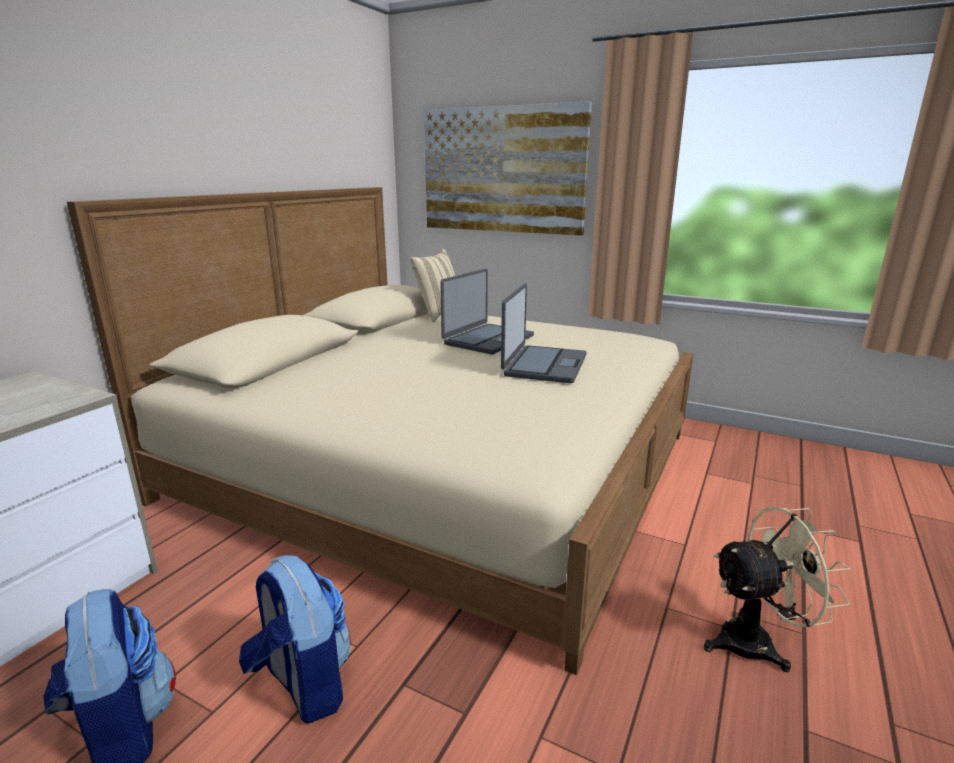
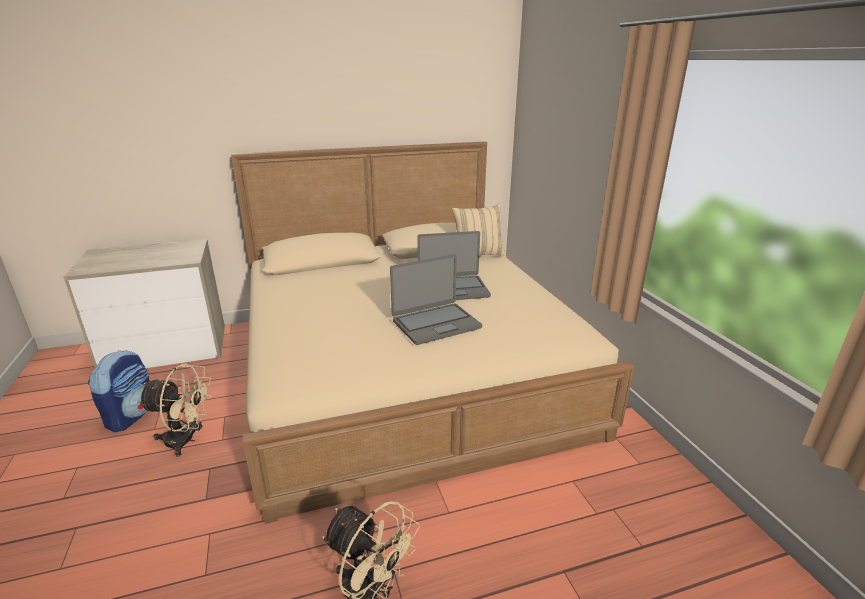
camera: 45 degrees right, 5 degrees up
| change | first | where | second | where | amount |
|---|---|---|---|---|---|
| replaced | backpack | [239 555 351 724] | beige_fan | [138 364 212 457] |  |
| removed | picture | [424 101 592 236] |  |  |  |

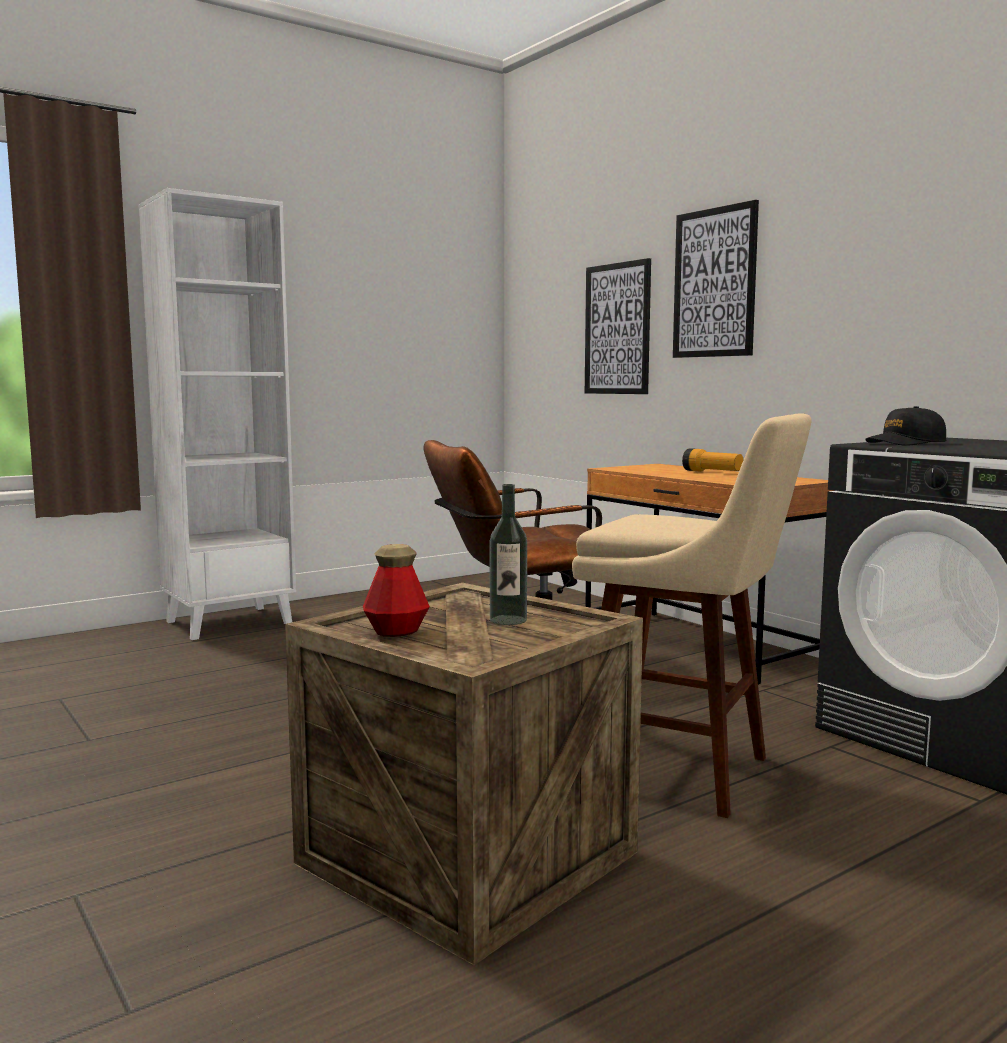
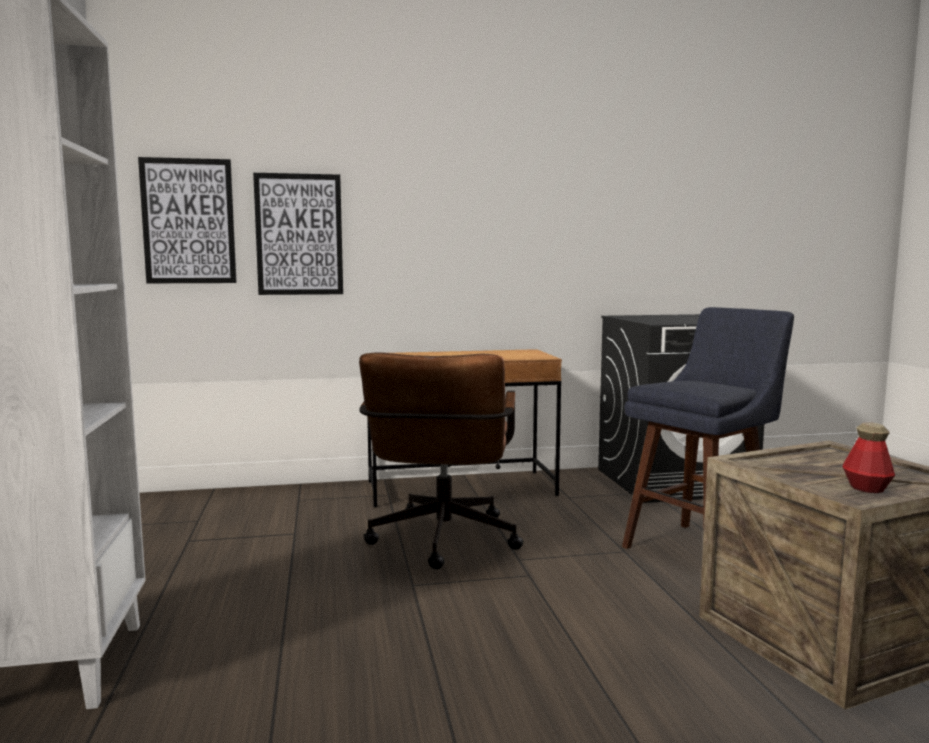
camera: 65 degrees left, 0 degrees up
| change | first | where | second | where | amount |
|---|---|---|---|---|---|
| removed | bottle | [490 484 527 625] |  |  |  |
| recoloured | beige_stool | [572 413 812 818] | blue_stool | [622 307 794 549] |  |
| moved | picture | [673 200 759 358] |  | [138 157 237 283] |  |
| removed | flashlight | [682 448 743 471] |  |  |  |
| removed | black_cap | [865 406 946 446] |  |  |  |

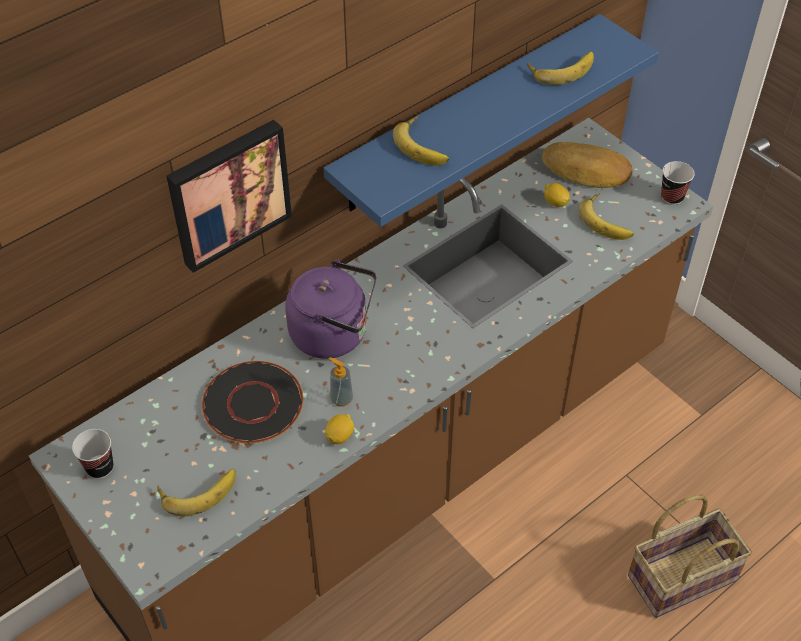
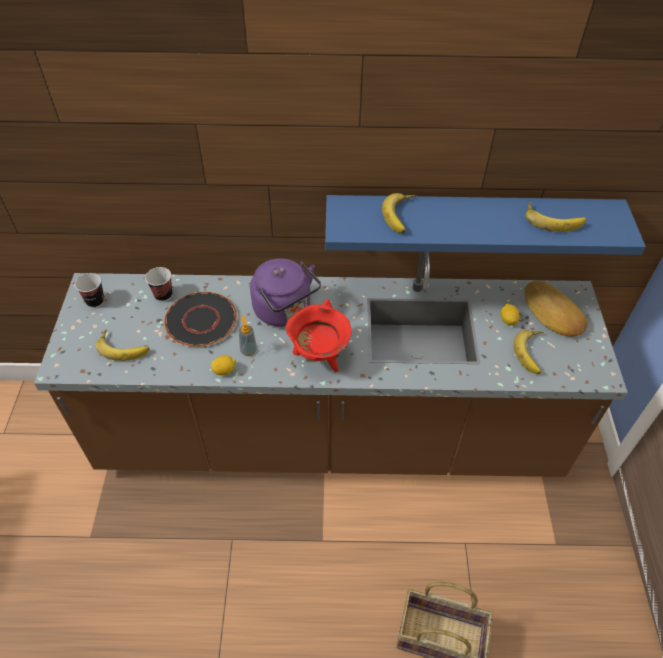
camera: 40 degrees right, 0 degrees up
| change | first | where | second | where | amount |
|---|---|---|---|---|---|
| removed | picture | [166 120 292 273] |  |  |  |
| moved | cup | [661 161 694 205] |  | [145 267 173 302] |  |
| added |  |  | red_cooking_pot | [285 299 352 372] |  |

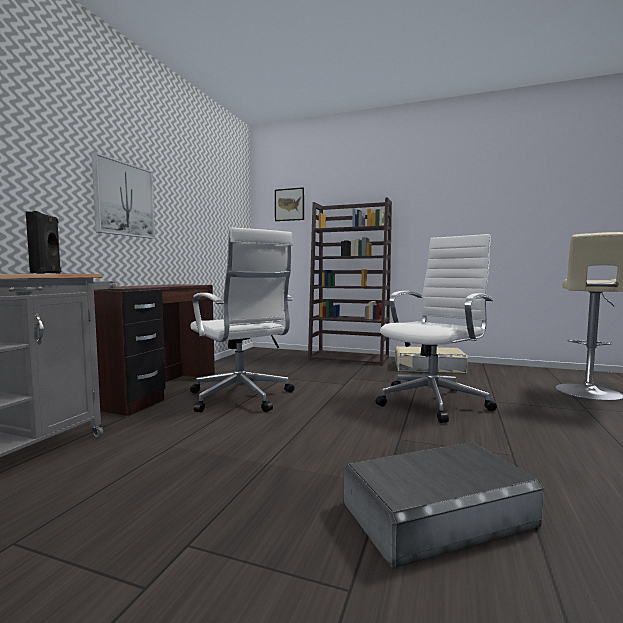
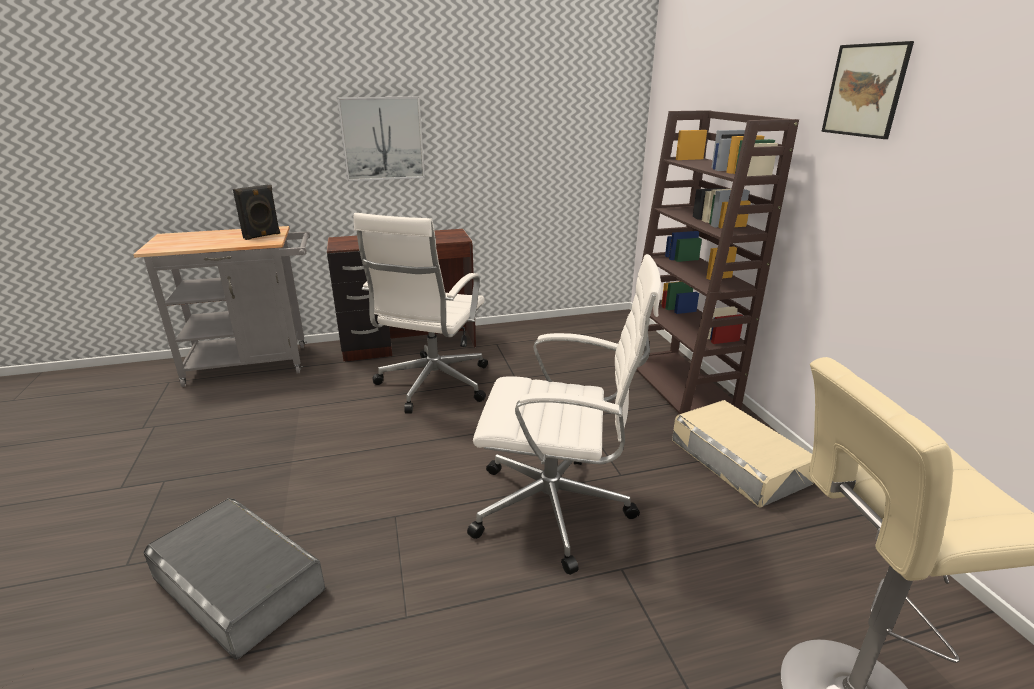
camera: 55 degrees right, 20 degrees up
| change | first | where | second | where | amount |
|---|---|---|---|---|---|
| moved | picture | [275 187 304 221] |  | [821 41 914 139] |  |

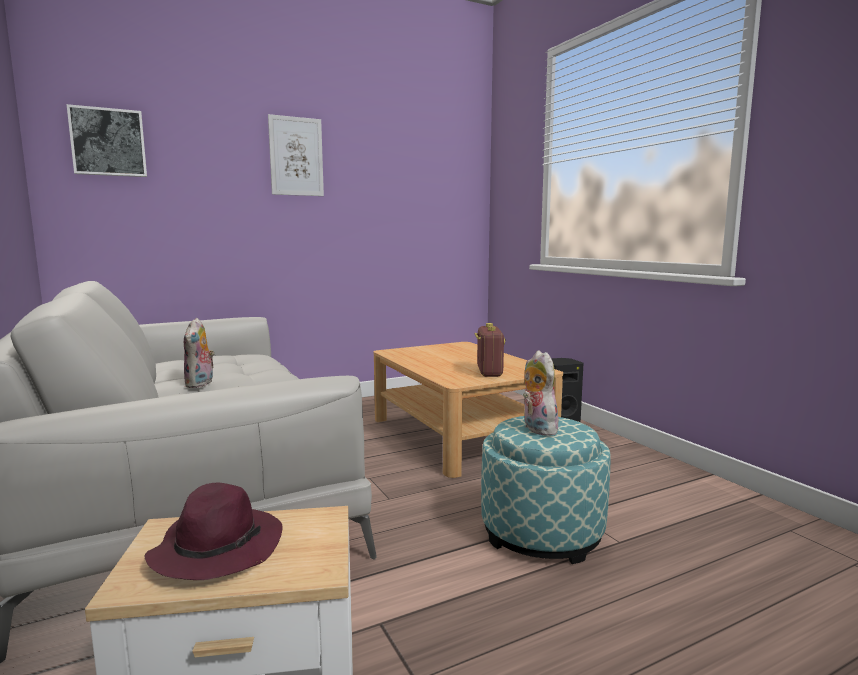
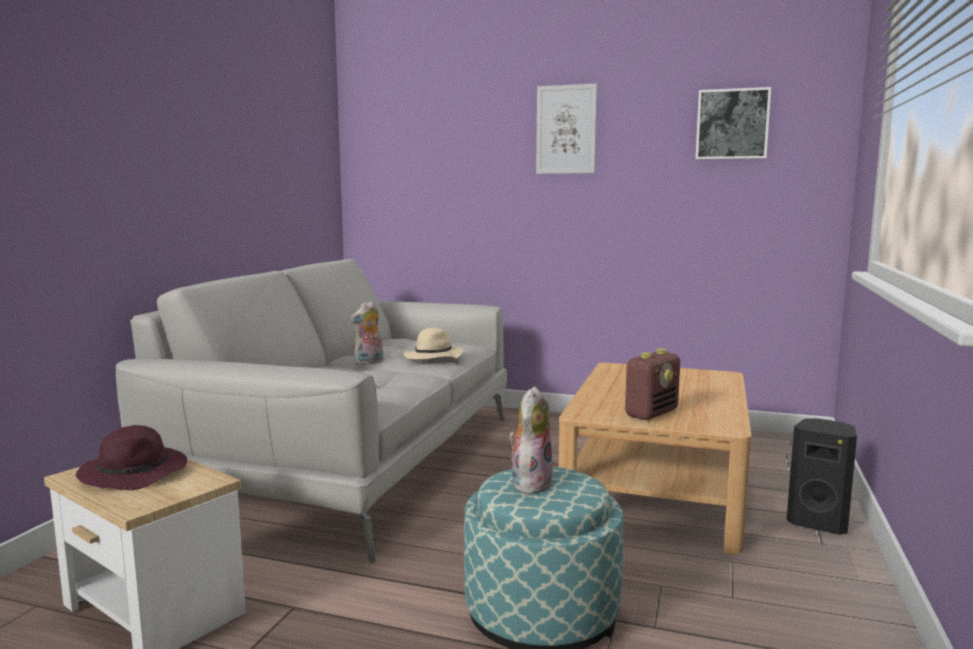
camera: 45 degrees right, 0 degrees up
| change | first | where | second | where | amount |
|---|---|---|---|---|---|
| moved | picture | [66 104 147 177] |  | [695 87 771 160] |  |
| added |  |  | beige_hat | [404 327 463 359] |  |

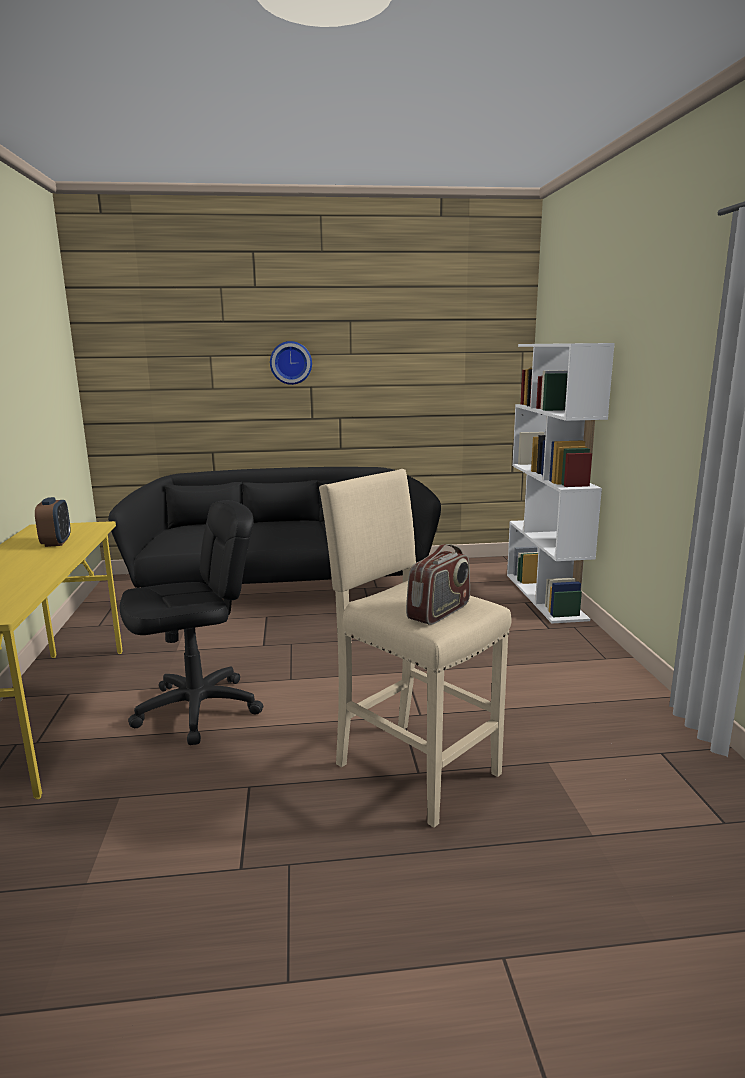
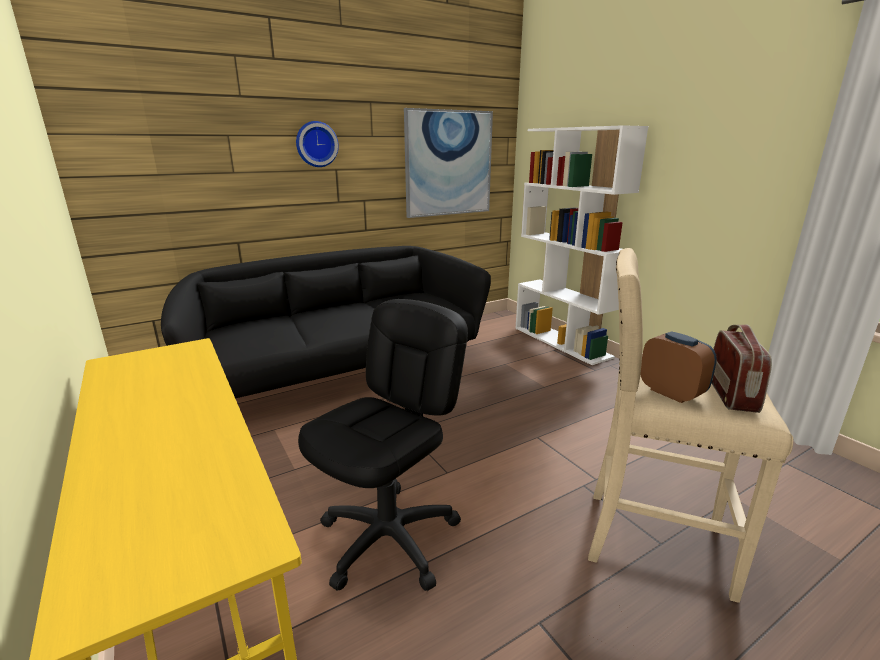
camera: 25 degrees left, 5 degrees up
| change | first | where | second | where | amount |
|---|---|---|---|---|---|
| moved | alarm_clock | [35 497 71 547] |  | [640 331 717 403] |  |
| added |  |  | picture | [404 108 493 218] |  |

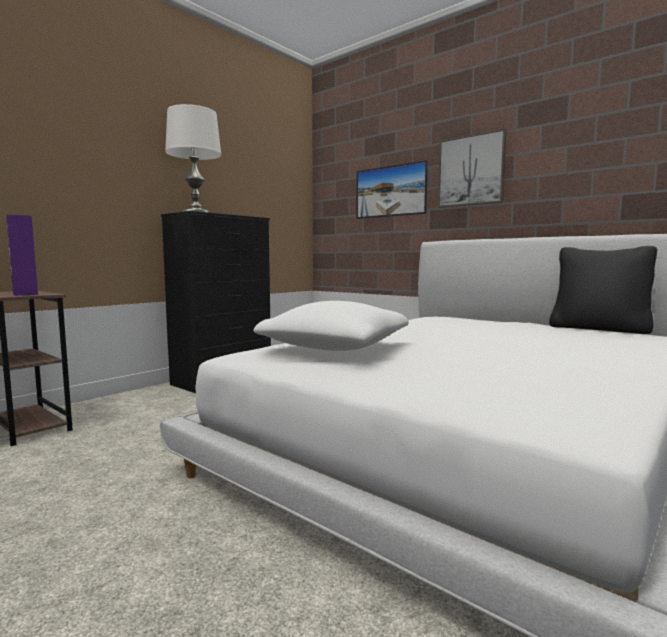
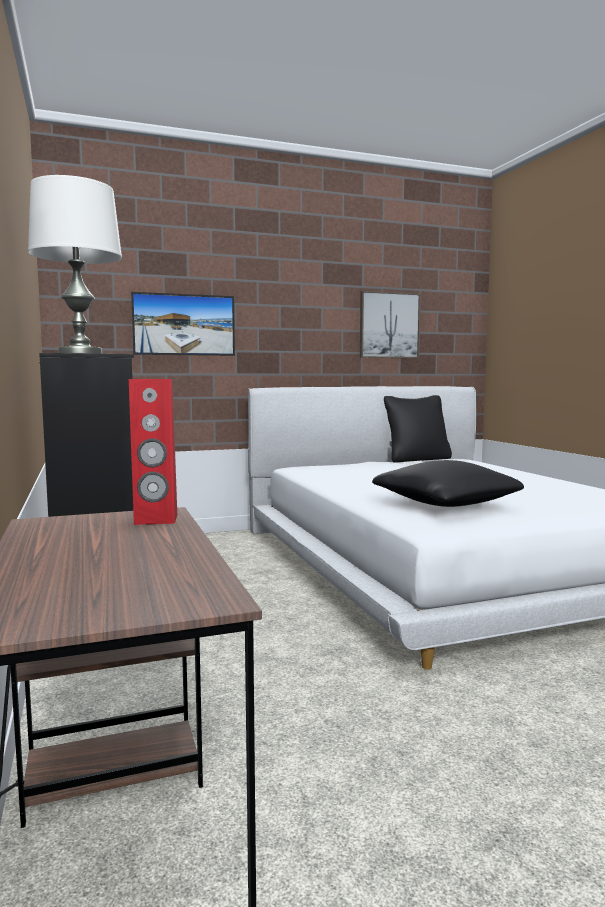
camera: 60 degrees left, 0 degrees up
| change | first | where | second | where | amount |
|---|---|---|---|---|---|
| recoloured | purple_speaker | [6 215 38 296] | red_speaker | [129 379 177 525] |  |
| recoloured | white_pillow | [253 301 409 351] | black_pillow | [372 460 524 507] |  |
| moved | picture | [438 129 507 208] |  | [360 291 421 358] |  |

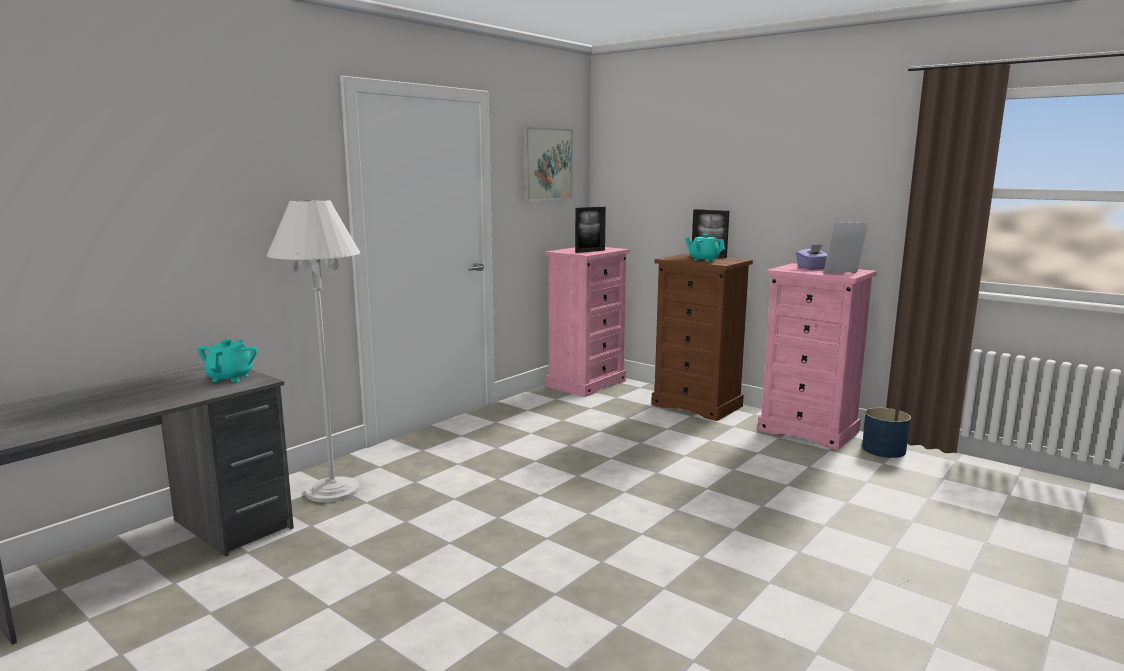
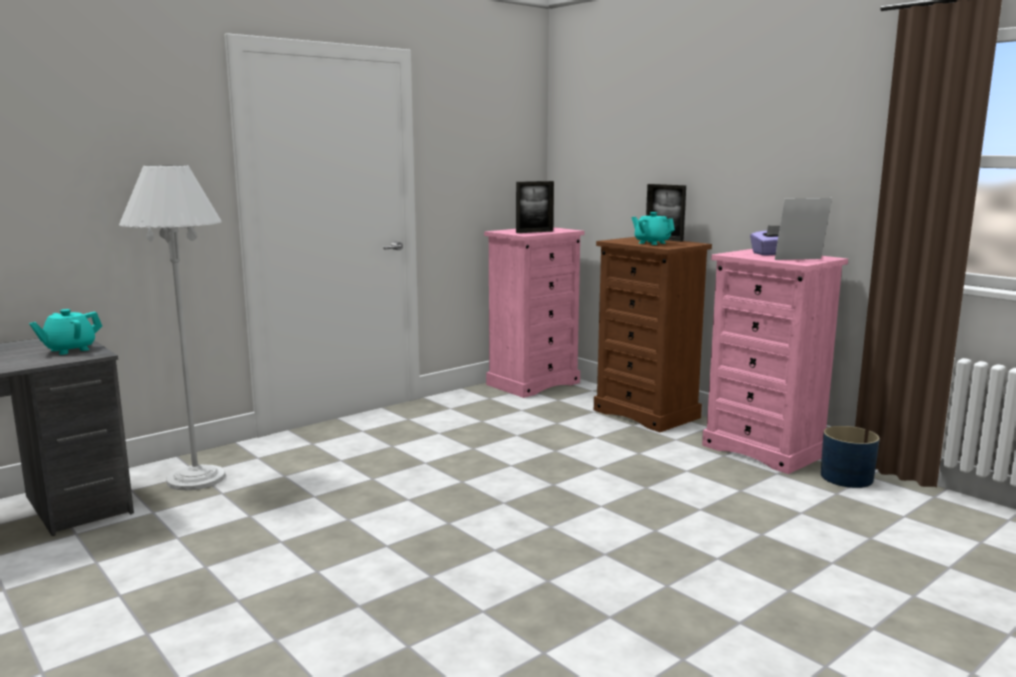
camera: 10 degrees right, 0 degrees up
| change | first | where | second | where | amount |
|---|---|---|---|---|---|
| turned | turquoise_teapot | [198 339 257 382] |  | [29 309 102 355] | 150 degrees counterclockwise |
| removed | picture | [523 127 573 201] |  |  |  |

